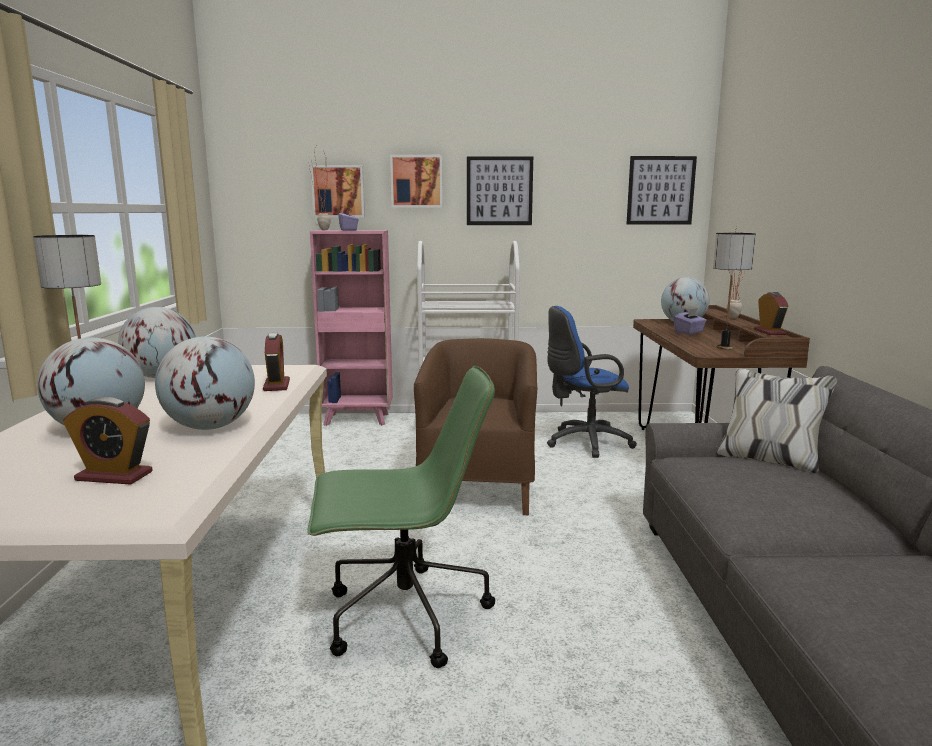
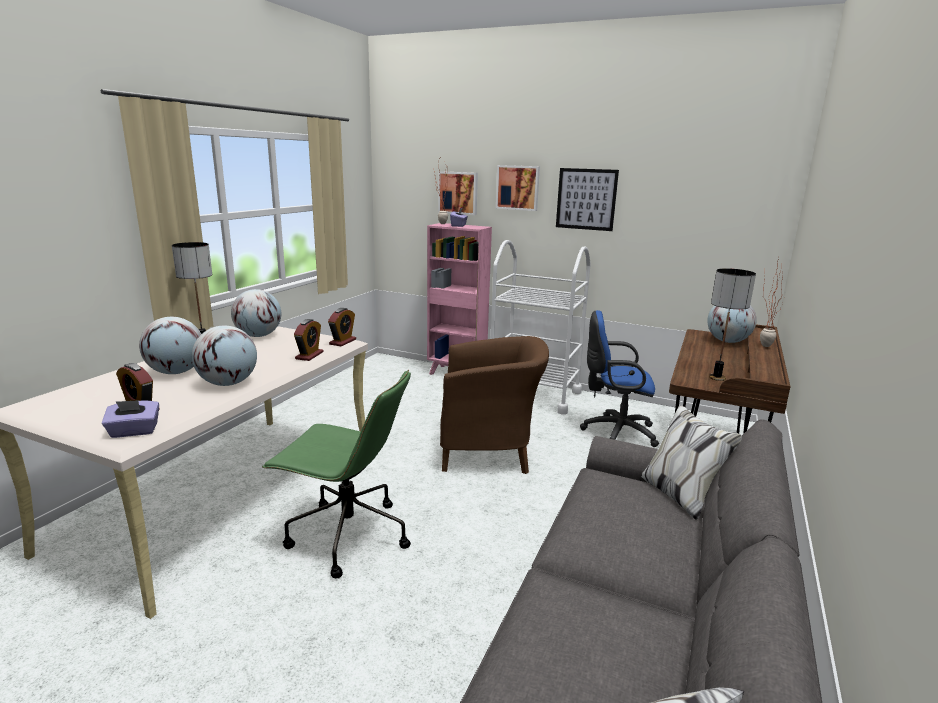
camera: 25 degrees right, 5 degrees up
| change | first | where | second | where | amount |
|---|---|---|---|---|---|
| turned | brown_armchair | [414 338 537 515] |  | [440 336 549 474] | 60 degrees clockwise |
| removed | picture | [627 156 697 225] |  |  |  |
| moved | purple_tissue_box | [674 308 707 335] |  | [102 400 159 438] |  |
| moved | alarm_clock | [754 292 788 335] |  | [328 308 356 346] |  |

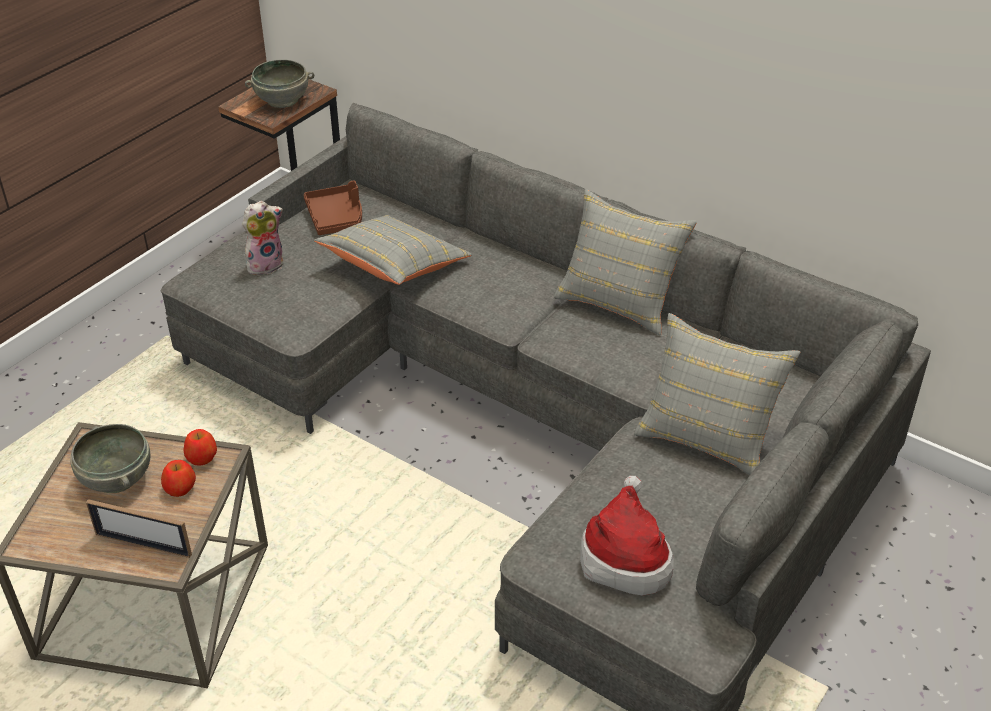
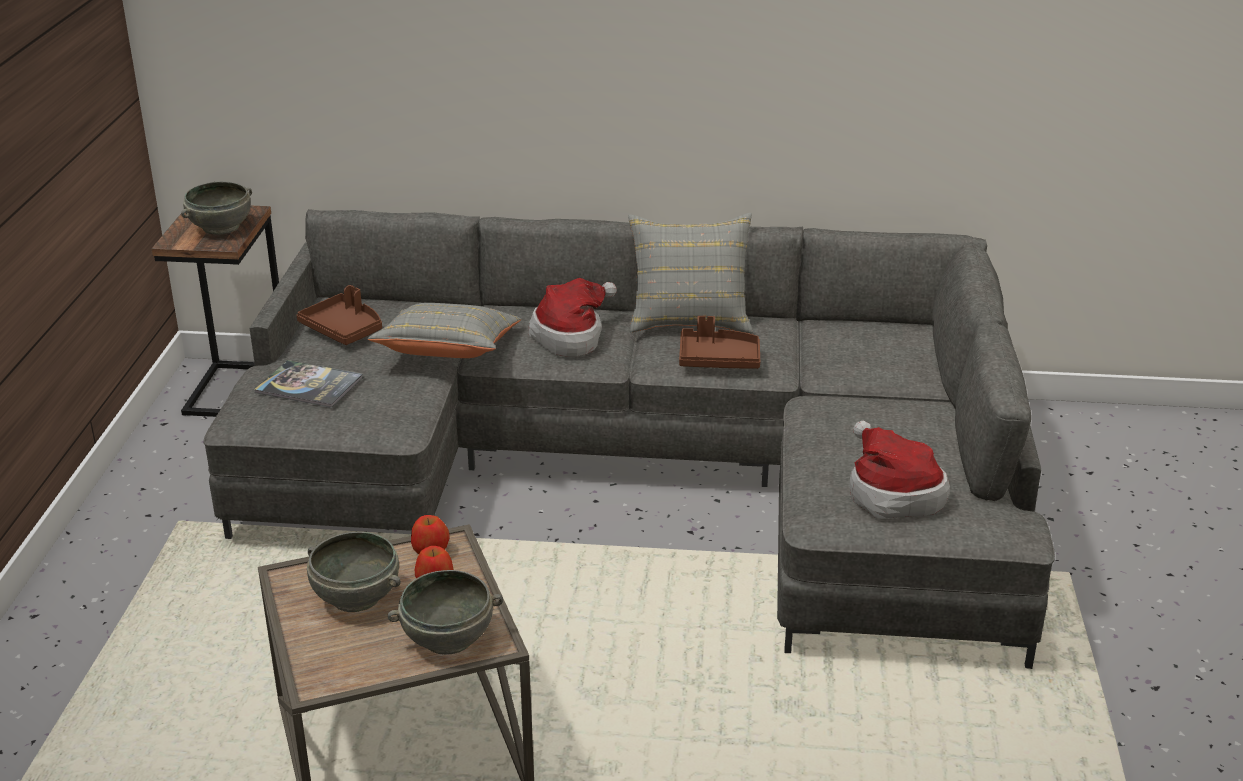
camera: 30 degrees left, 10 degrees down
| change | first | where | second | where | amount |
|---|---|---|---|---|---|
| replaced | picture_frame | [86 499 192 558] | grey_bowl | [388 570 503 655] |  |
| replaced | plush_toy | [242 201 283 275] | book | [254 360 363 408] |  |
| removed | grey_pillow | [634 313 800 475] |  |  |  |
| added |  |  | hat | [529 278 617 357] |  |
| added |  |  | brown_tray | [679 316 760 369] |  |

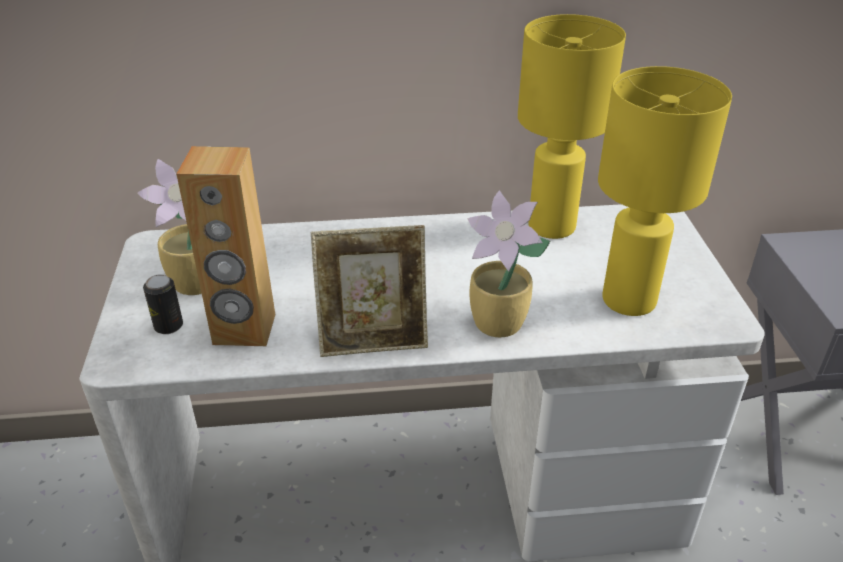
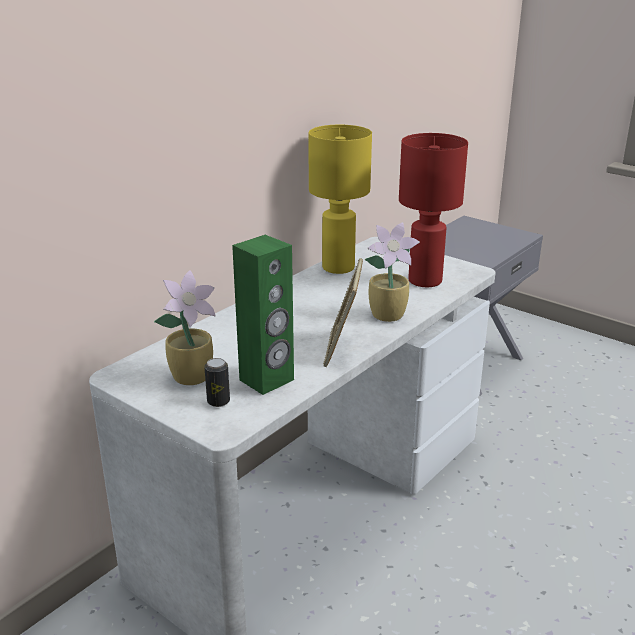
camera: 45 degrees left, 10 degrees down
| change | first | where | second | where | amount |
|---|---|---|---|---|---|
| recoloured | brown_speaker | [177 146 275 346] | green_speaker | [232 235 294 395] |  |
| turned | picture_frame | [311 225 428 357] |  | [323 258 363 367] | 150 degrees clockwise |
| recoloured | yellow_table_lamp | [598 66 732 316] | red_table_lamp | [399 133 468 287] |  |

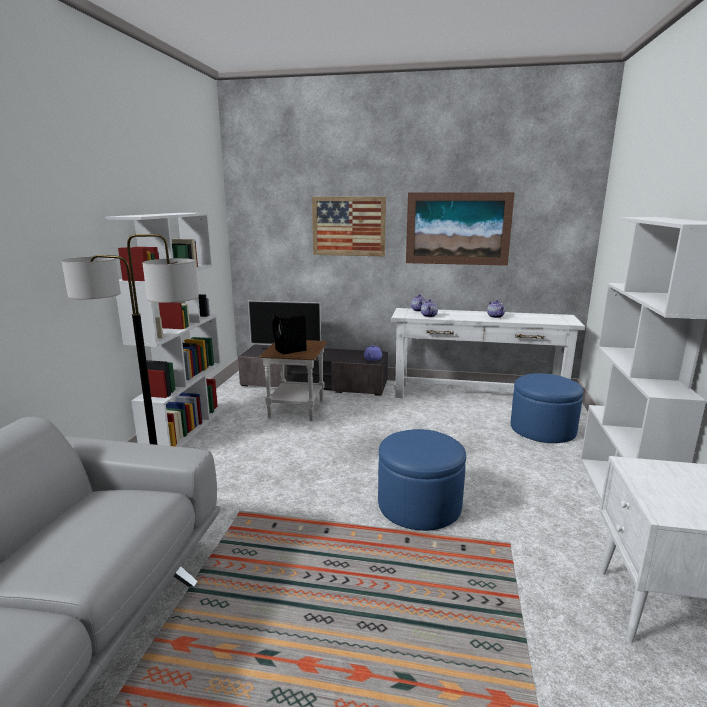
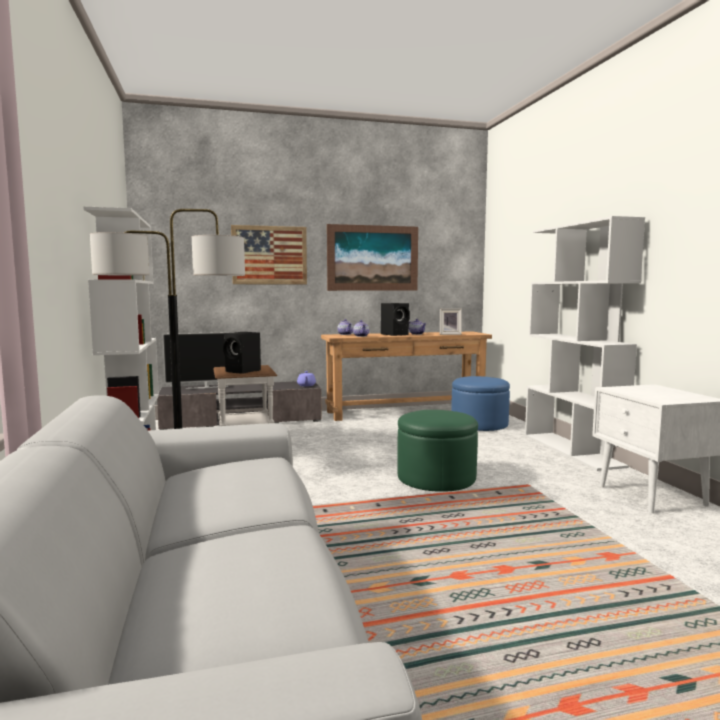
camera: 25 degrees left, 10 degrees down
| change | first | where | second | where | amount |
|---|---|---|---|---|---|
| recoloured | blue_ottoman | [378 429 466 531] | green_ottoman | [397 410 478 492] |  |
| recoloured | white_console_table | [391 308 585 398] | brown_console_table | [321 331 492 421] |  |
| added |  |  | black_speaker | [381 303 410 336] |  |
| added |  |  | picture_frame | [440 308 461 335] |  |

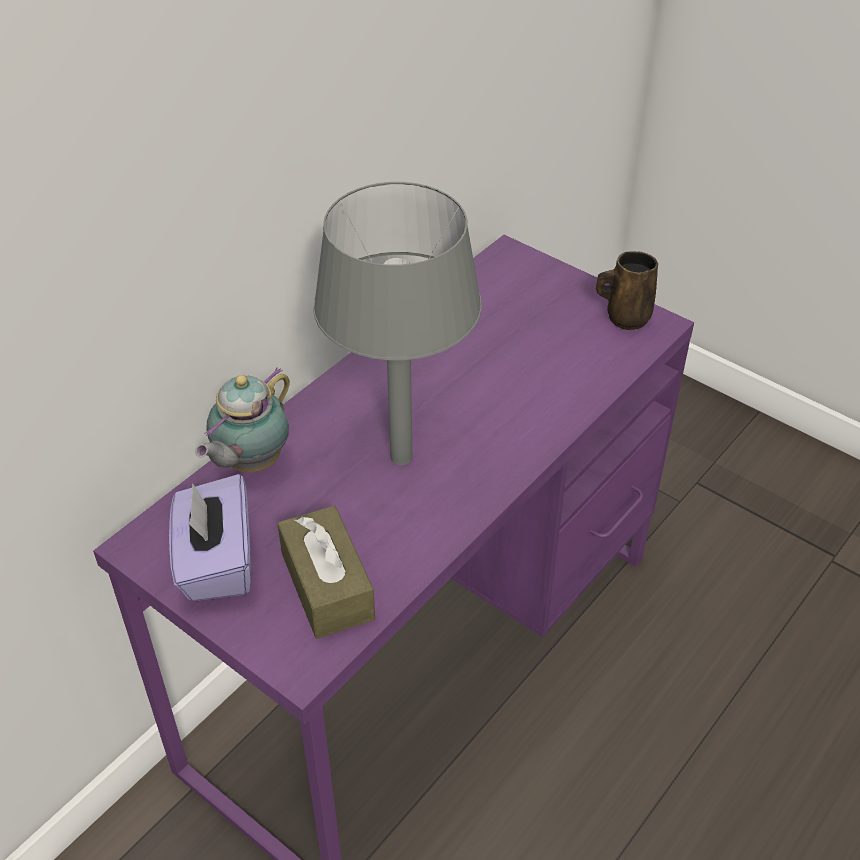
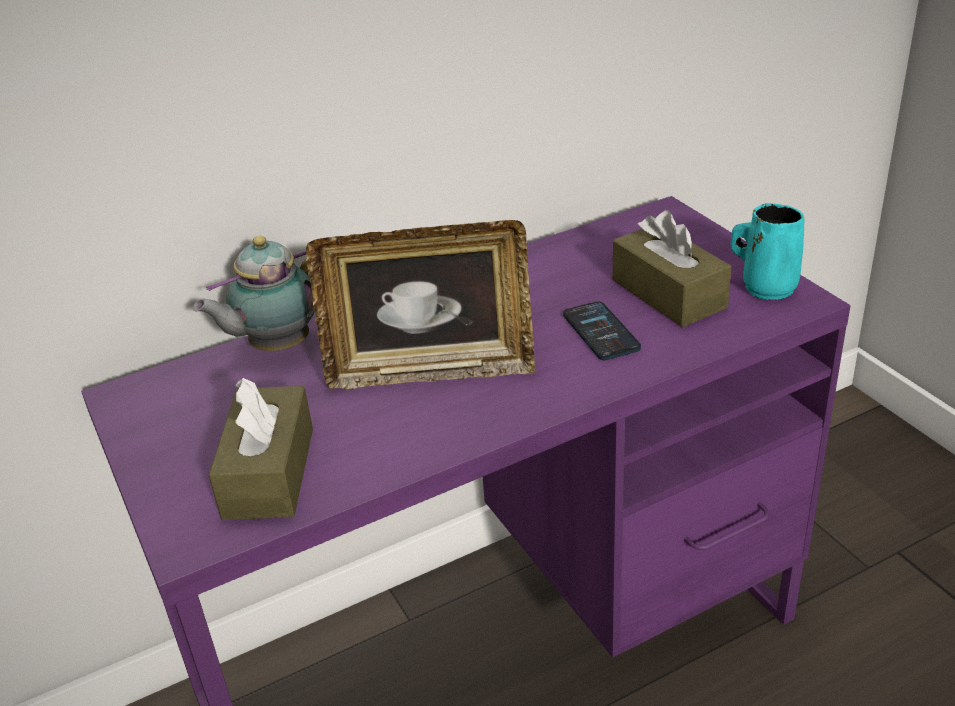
camera: 25 degrees right, 10 degrees down
| change | first | where | second | where | amount |
|---|---|---|---|---|---|
| removed | purple_tissue_box | [169 474 251 601] |  |  |  |
| replaced | grey_table_lamp | [313 182 482 465] | picture_frame | [306 220 535 389] |  |
| recoloured | brown_mug | [596 251 658 330] | turquoise_mug | [730 203 804 300] |  |
| added |  |  | phone | [563 301 641 360] |  |
| added |  |  | brown_tissue_box | [613 210 731 327] |  |

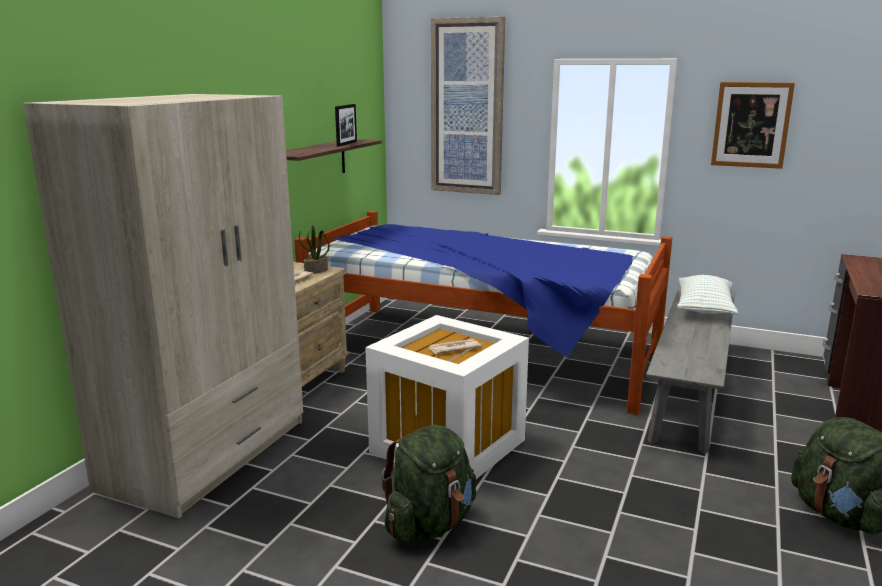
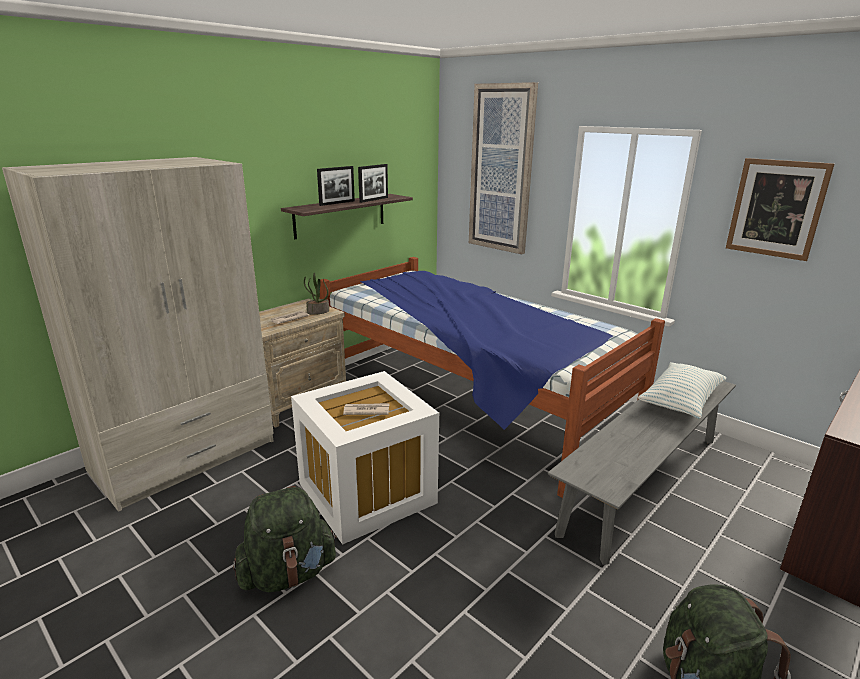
camera: 20 degrees right, 5 degrees up
| change | first | where | second | where | amount |
|---|---|---|---|---|---|
| added |  |  | picture_frame | [317 166 355 206] |  |

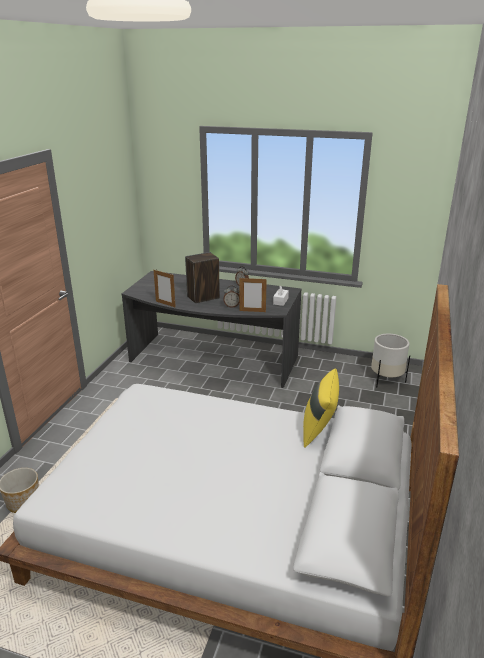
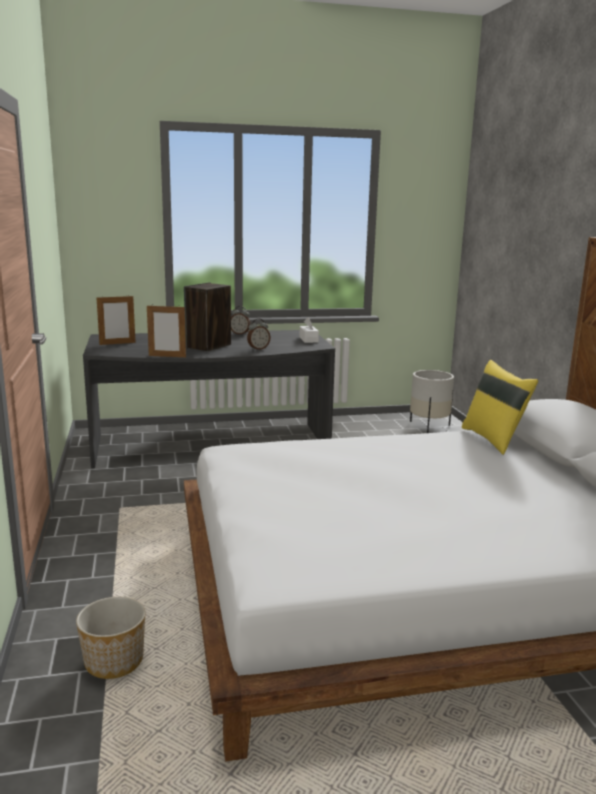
camera: 30 degrees left, 10 degrees down
| change | first | where | second | where | amount |
|---|---|---|---|---|---|
| moved | picture_frame | [240 278 267 312] |  | [97 296 136 345] |  |

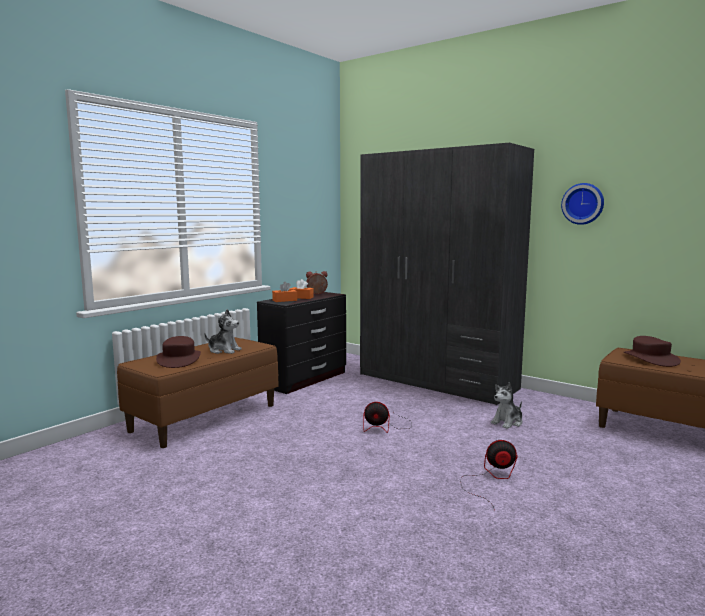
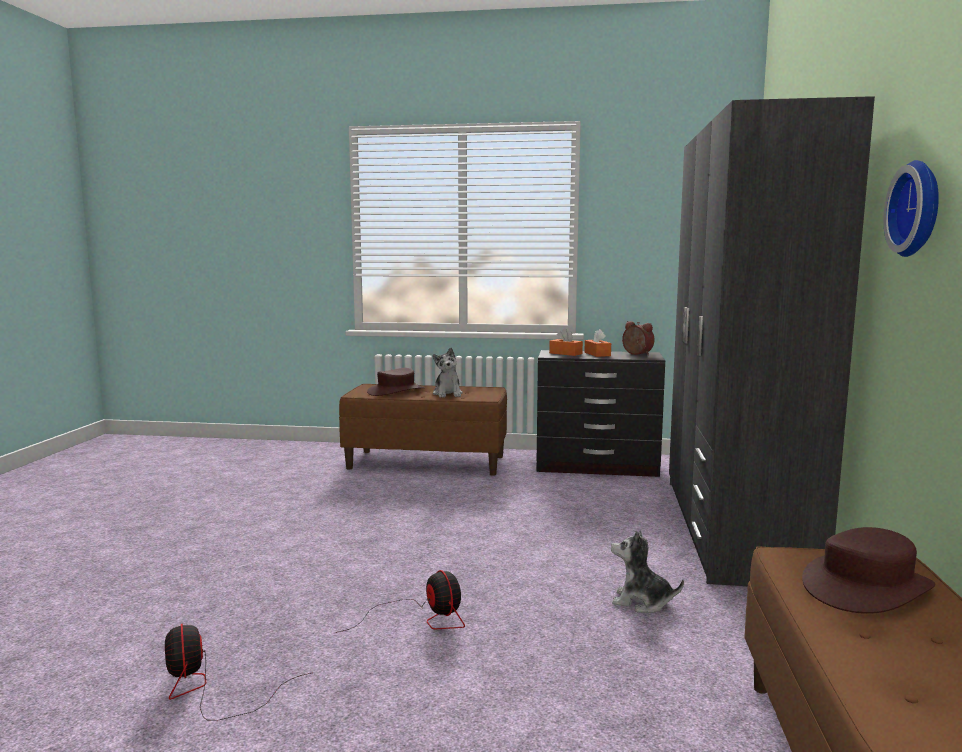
camera: 60 degrees right, 0 degrees up
| change | first | where | second | where | amount |
|---|---|---|---|---|---|
| moved | fan | [363 402 412 433] |  | [165 623 311 721] |  |

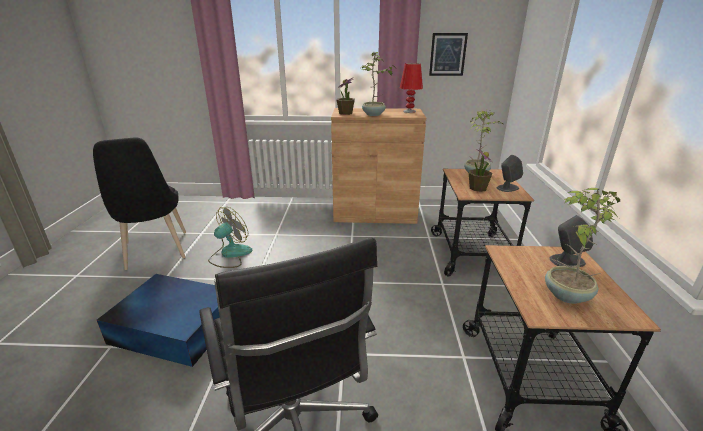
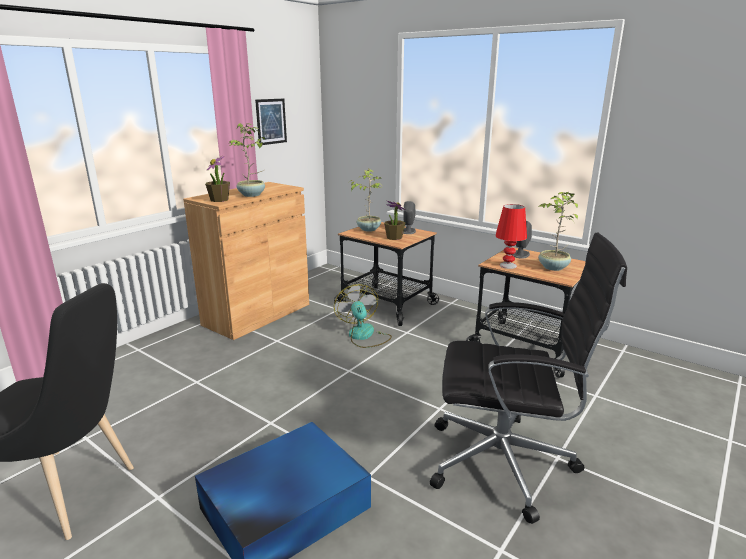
camera: 55 degrees left, 5 degrees down
| change | first | where | second | where | amount |
|---|---|---|---|---|---|
| moved | fan | [208 207 253 268] |  | [334 284 392 348] |  |
| moved | red_table_lamp | [400 63 423 113] |  | [495 204 527 269] |  |

